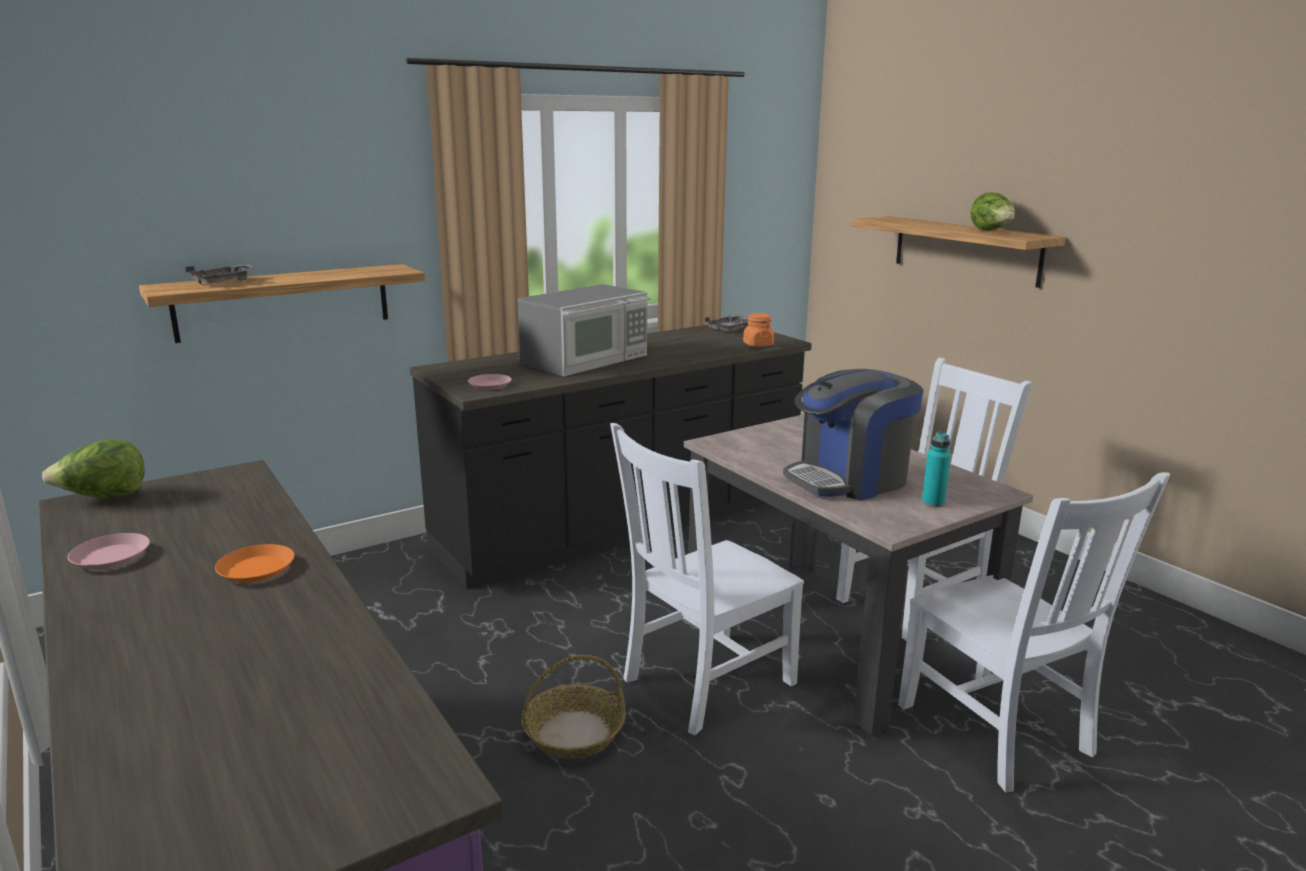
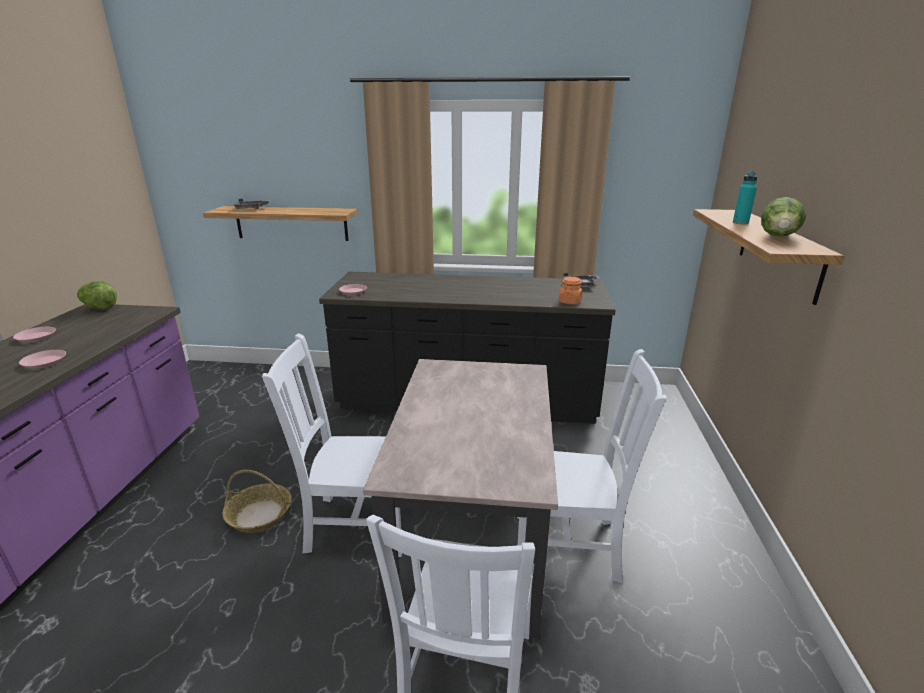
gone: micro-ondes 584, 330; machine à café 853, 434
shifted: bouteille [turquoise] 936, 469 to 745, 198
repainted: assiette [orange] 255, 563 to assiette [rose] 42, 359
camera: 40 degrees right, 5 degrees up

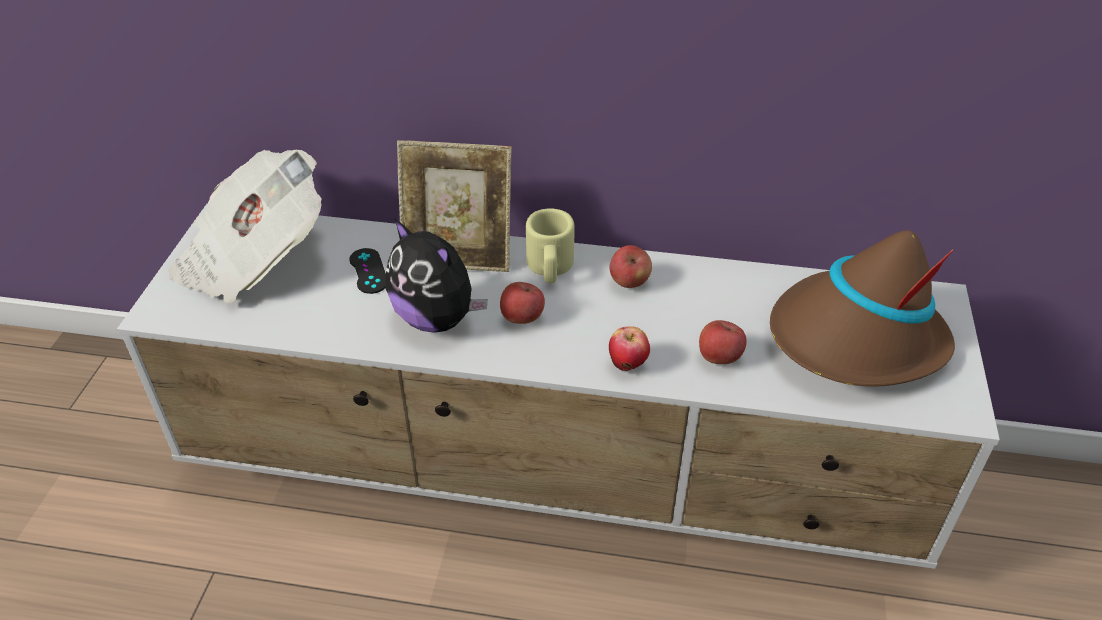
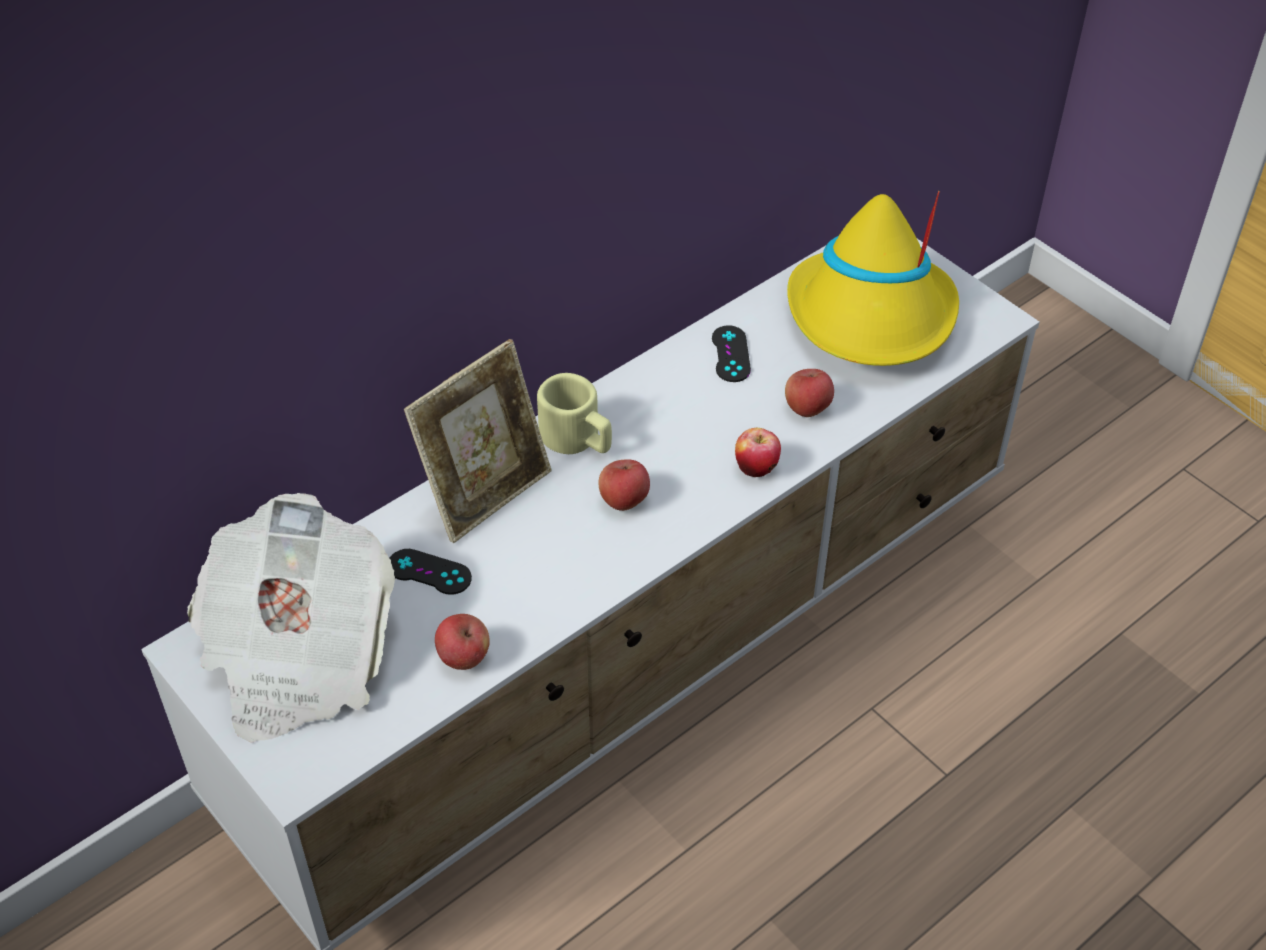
gone: peluche 436, 275
new: manette [noir] 731, 353
shifted: pomme 631, 266 to 462, 642
repainted: chapeau [marron] 862, 308 to chapeau [jaune] 873, 278
camera: 50 degrees left, 5 degrees up

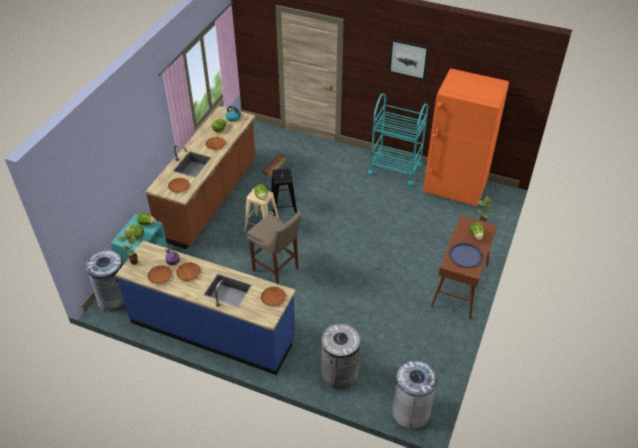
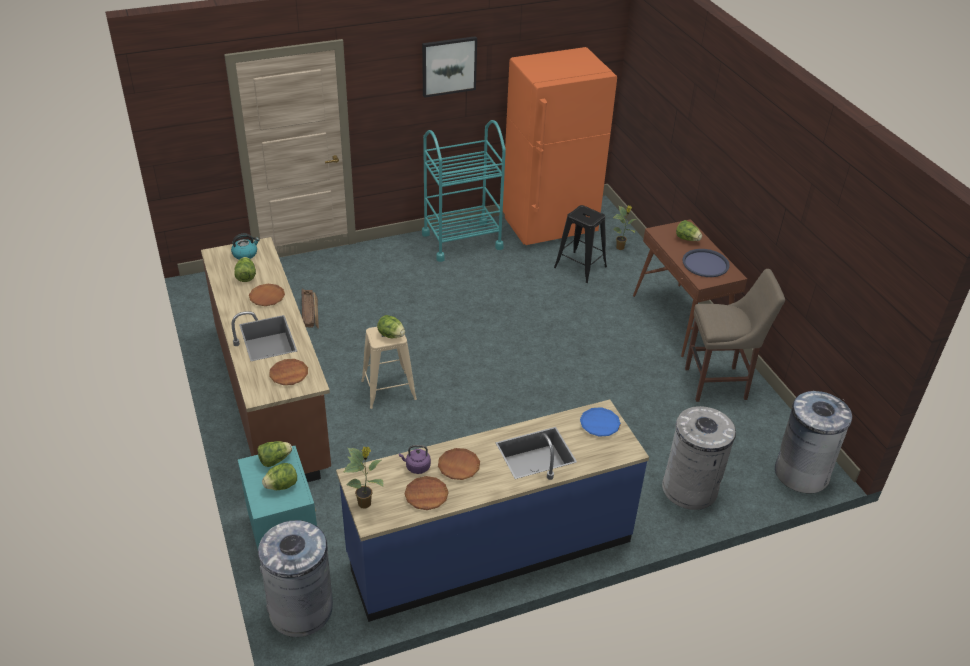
shifted: tabouret [beige] 274, 248 to 735, 335; tabouret [noir] 284, 192 to 580, 244
repainted: assiette [marron] 273, 296 to assiette [bleu] 600, 422
camera: 45 degrees left, 5 degrees down

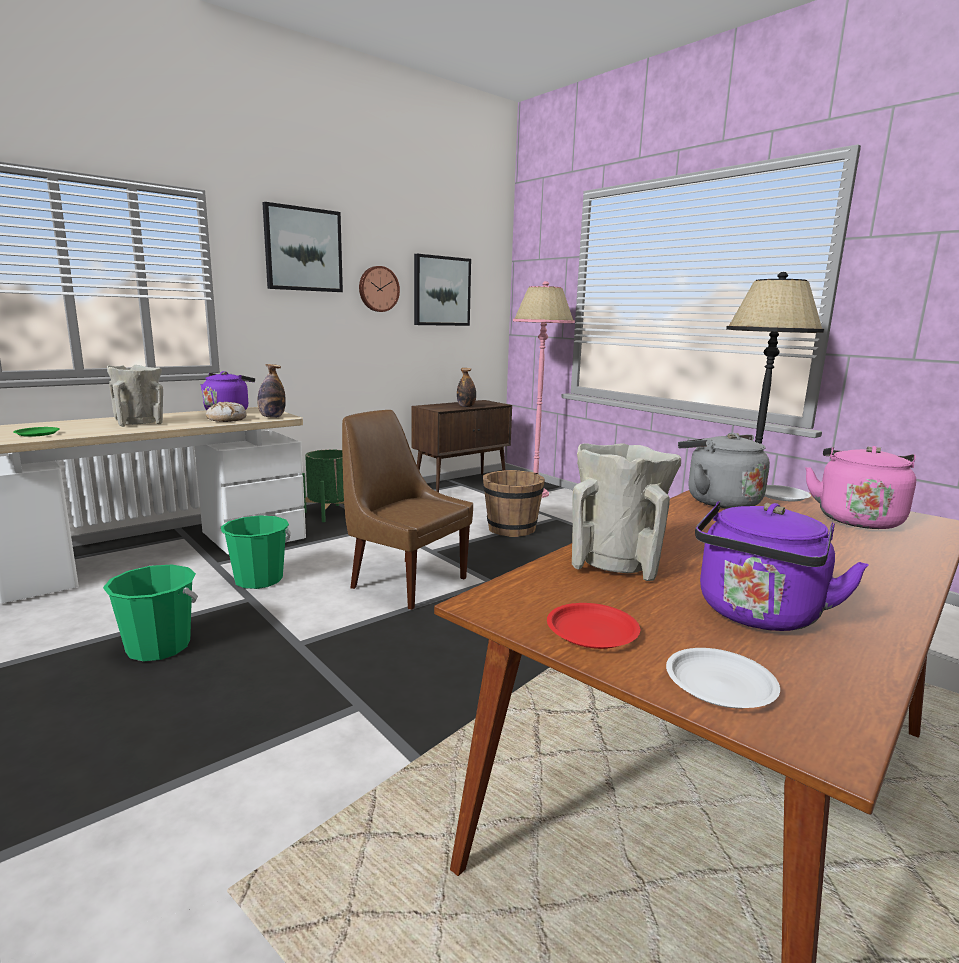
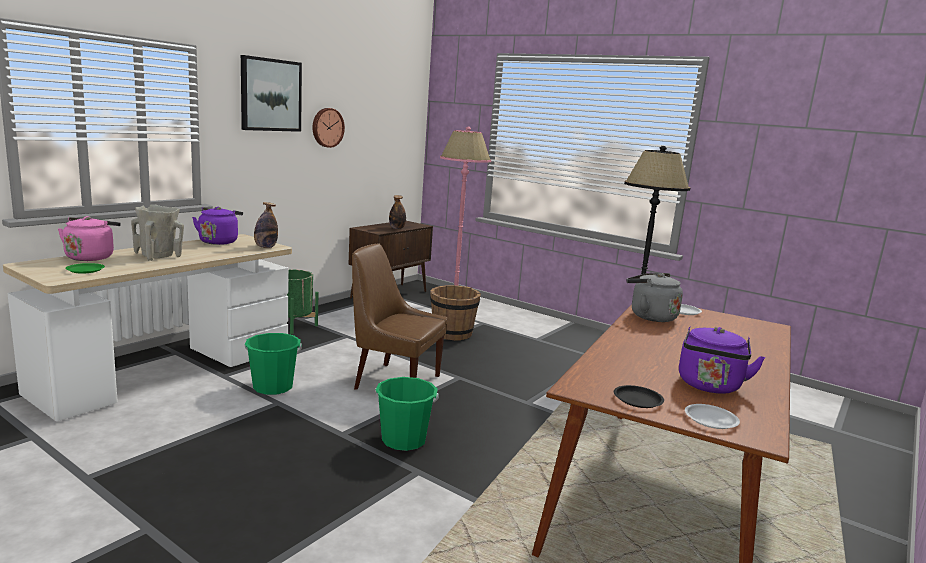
gone: pain 226, 412; tableau 442, 290; vase [beige] 626, 512
shifted: seau [vert] 150, 612 to 406, 414; bouilloire [rose] 860, 487 to 89, 238
repainted: assiette [rouge] 593, 626 to assiette [noir] 639, 396
camera: 15 degrees left, 0 degrees up

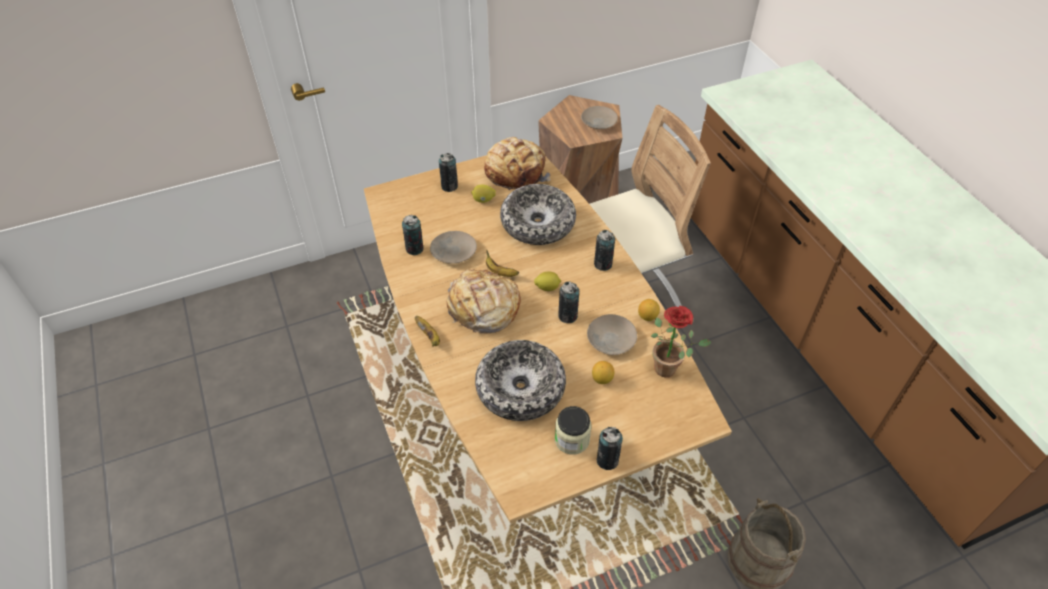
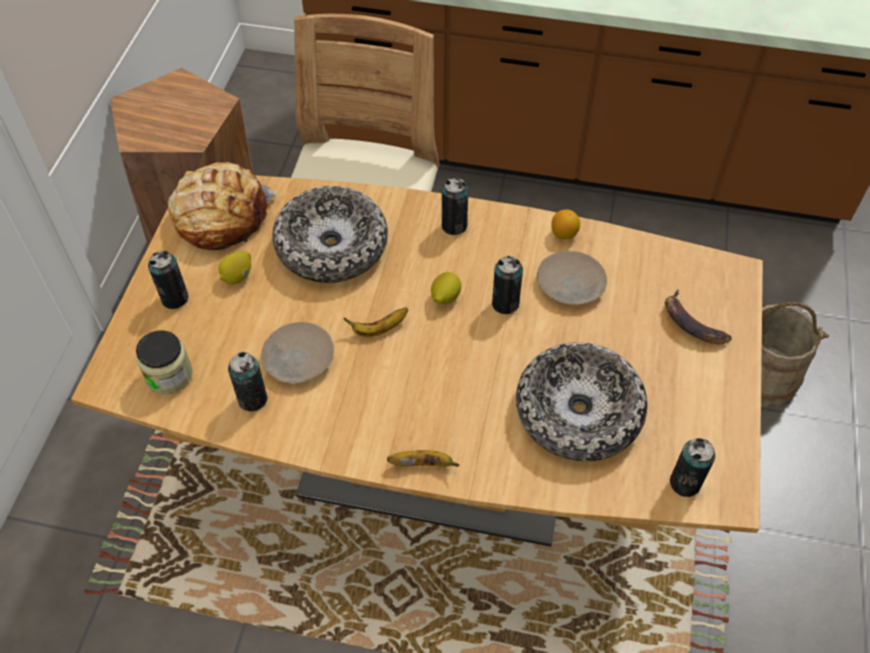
gone: pain 484, 301; assiette [beige] 599, 117; citron 603, 372; plante en pot 681, 341
new: banane 698, 317
shifted: bocal 573, 430 to 164, 362; boîte métallique 610, 448 to 692, 467
camera: 55 degrees left, 5 degrees up

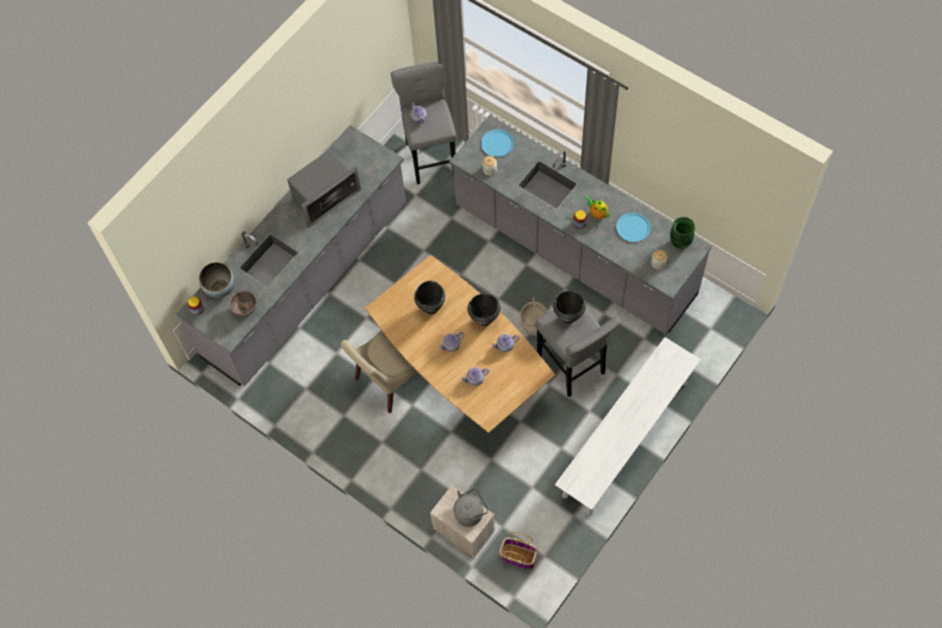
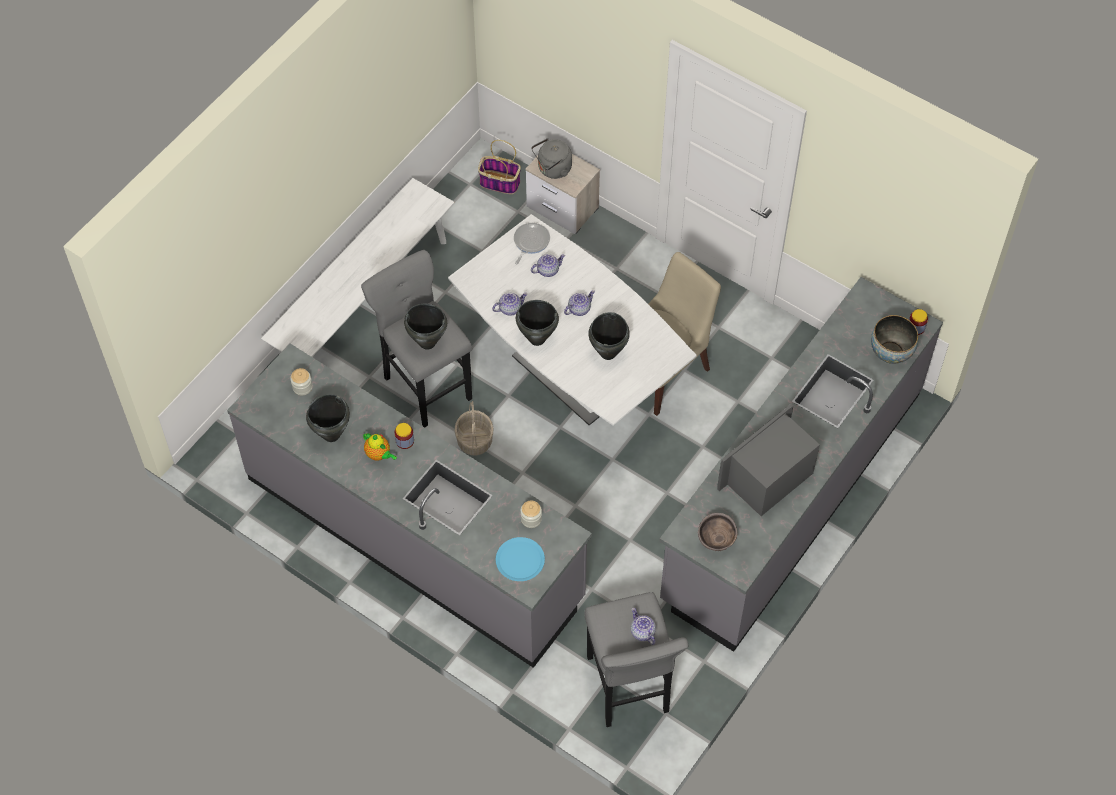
gone: vase [vert] 682, 233
new: poêle 532, 243
shifted: bol [marron] 243, 304 to 718, 532
swapped: assiette [bleu] 633, 227 to marmite [noir] 328, 418
repainted: table à manger [marron] 460, 344 to table à manger [blanc] 572, 320
camera: 175 degrees right, 5 degrees down

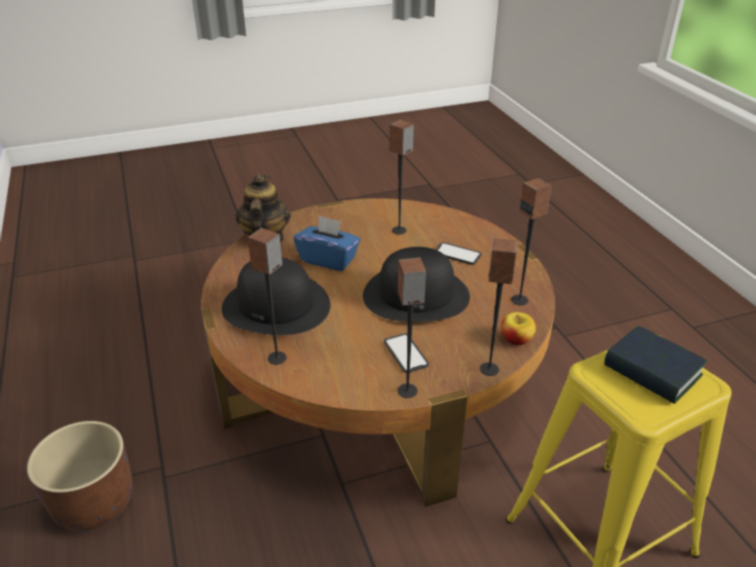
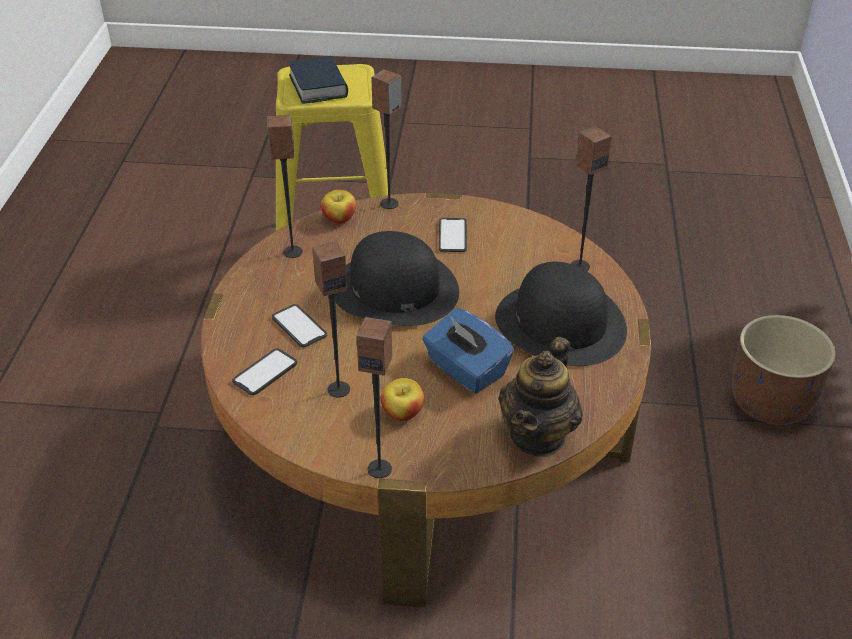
new: téléphone 265, 371; pomme 402, 399
shifted: enceinte 412, 327 to 374, 397
camera: 155 degrees left, 5 degrees up

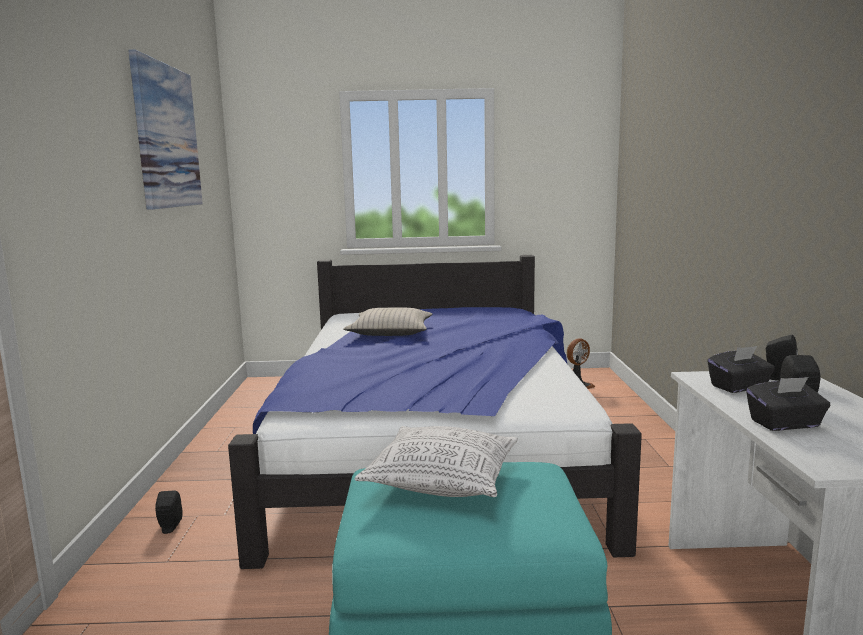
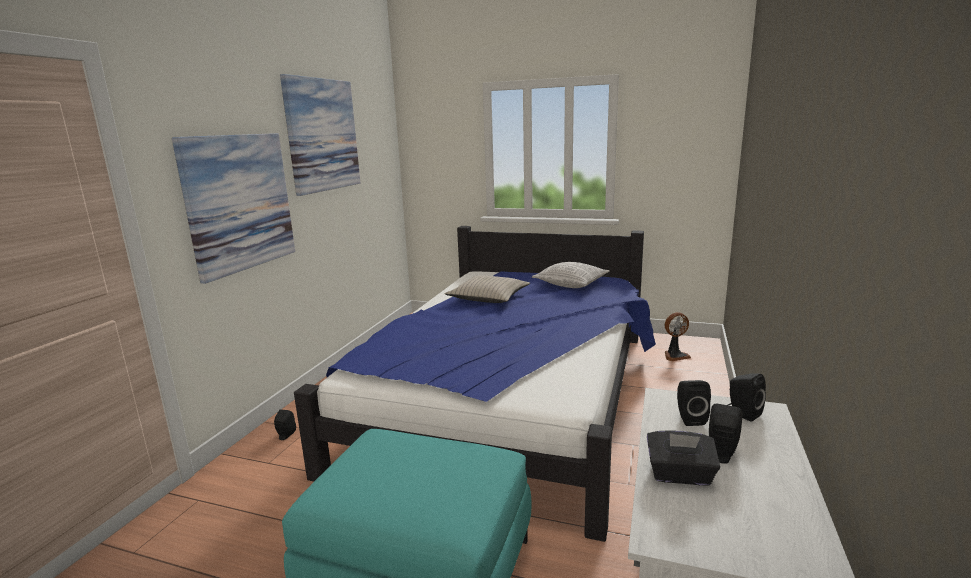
new: tableau 233, 208
shifted: coussin 436, 461 to 571, 275
swapped: boîte à mouchoirs [noir] 741, 369 to enceinte [noir] 694, 403
camera: 20 degrees right, 5 degrees up

